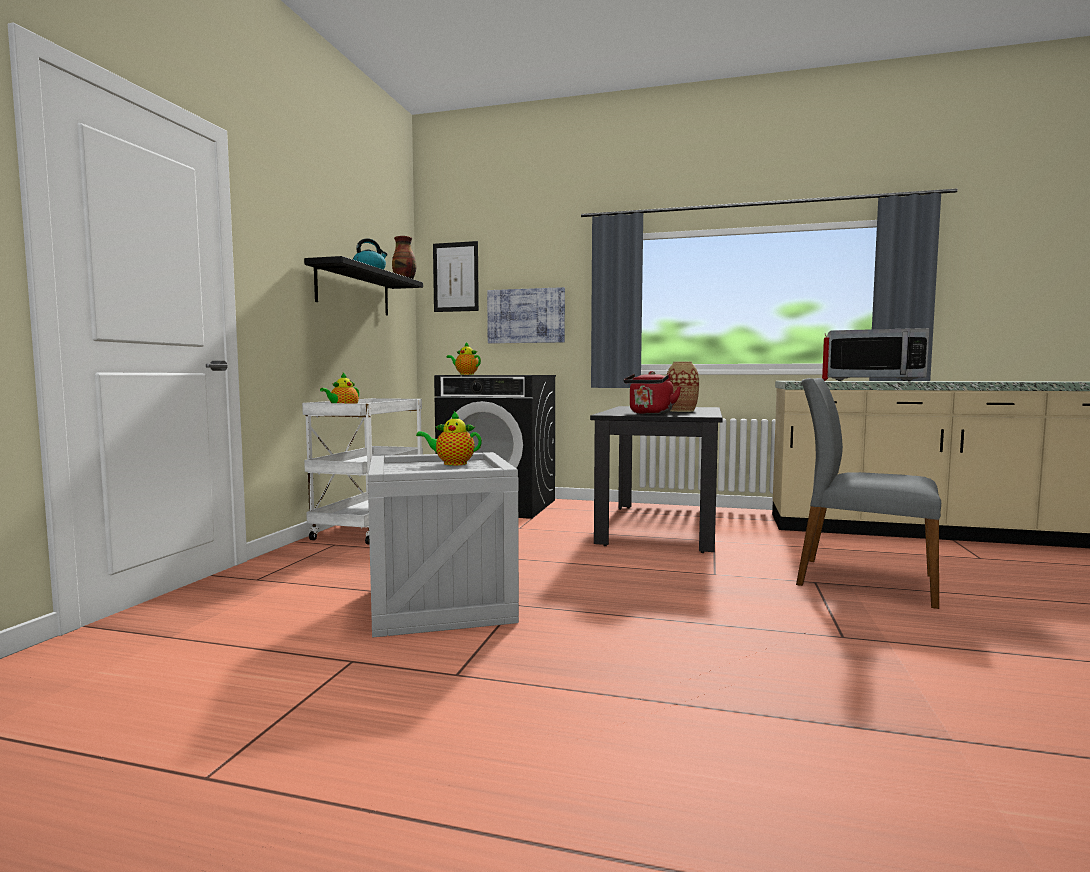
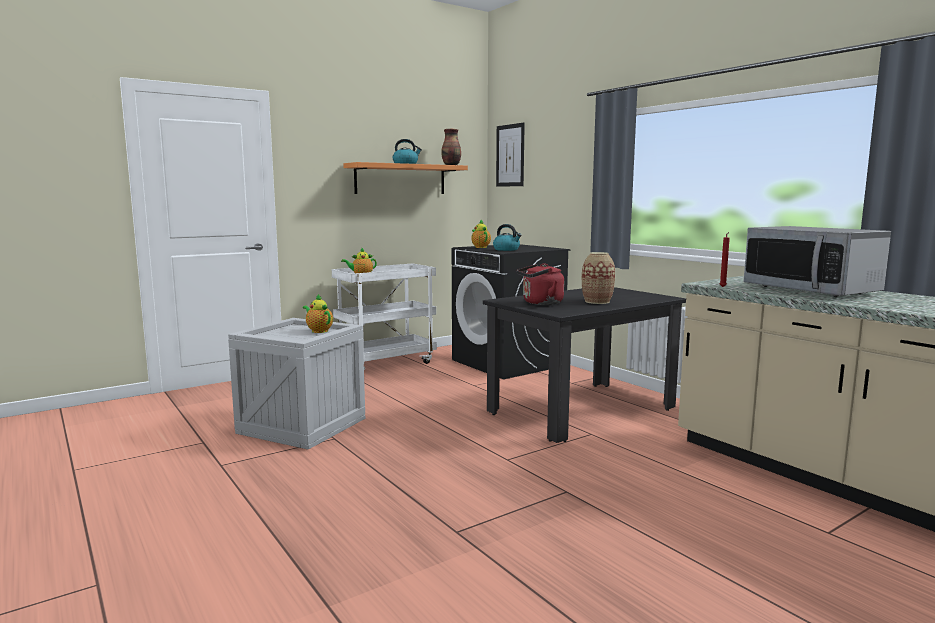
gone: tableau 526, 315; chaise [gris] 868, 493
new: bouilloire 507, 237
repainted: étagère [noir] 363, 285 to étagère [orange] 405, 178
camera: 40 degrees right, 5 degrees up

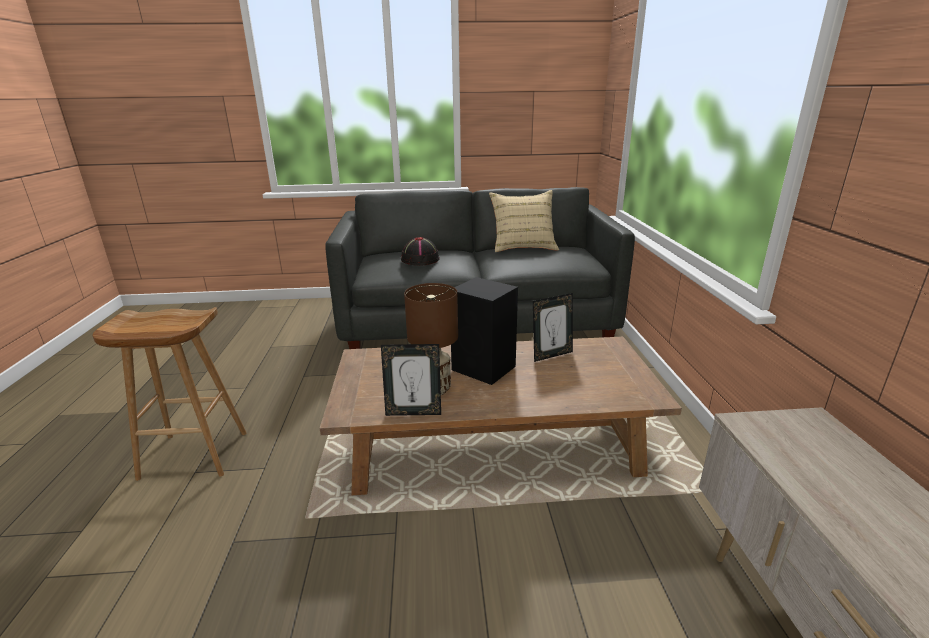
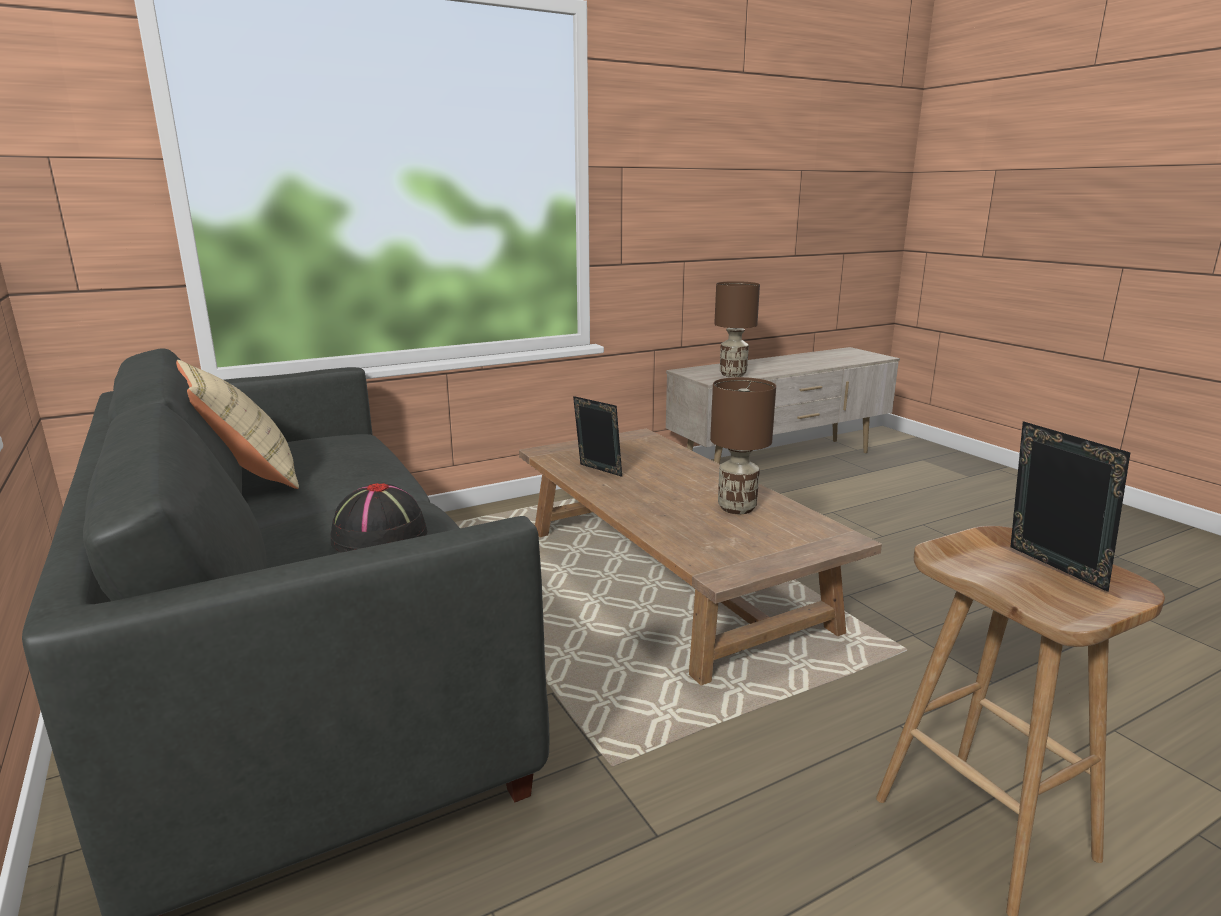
gone: enceinte [noir] 484, 331
new: lampe de table [marron] 737, 329
shifted: cadre photo 411, 380 to 1071, 506
camera: 115 degrees left, 5 degrees down

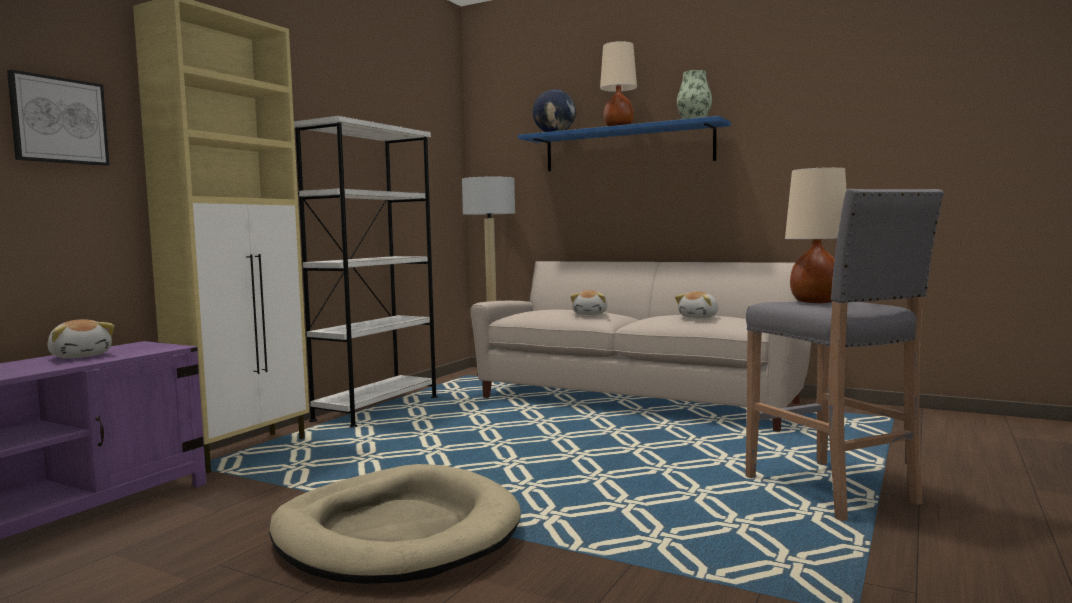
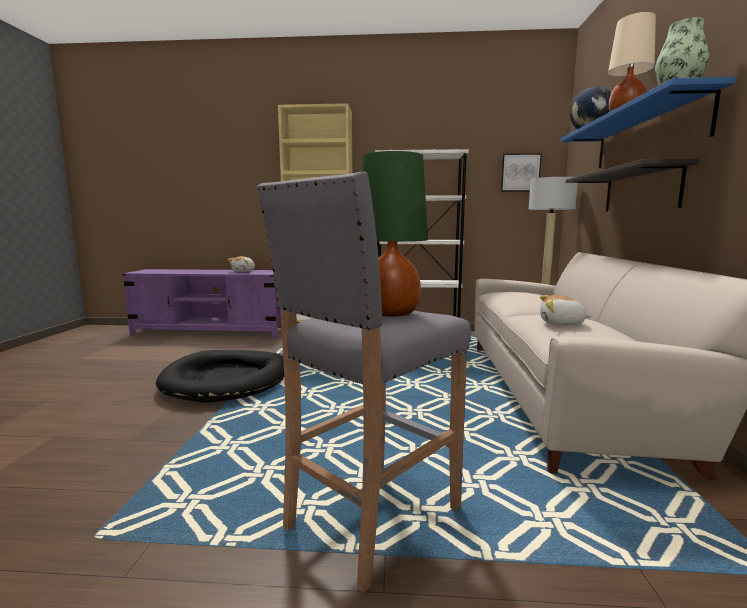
gone: peluche 588, 302
new: étagère 632, 185
shifted: tableau 58, 118 to 521, 172
repainted: panier pour chien [beige] 395, 524 to panier pour chien [noir] 220, 376; lampe de table [beige] 816, 235 to lampe de table [vert] 395, 234
camera: 65 degrees right, 5 degrees up

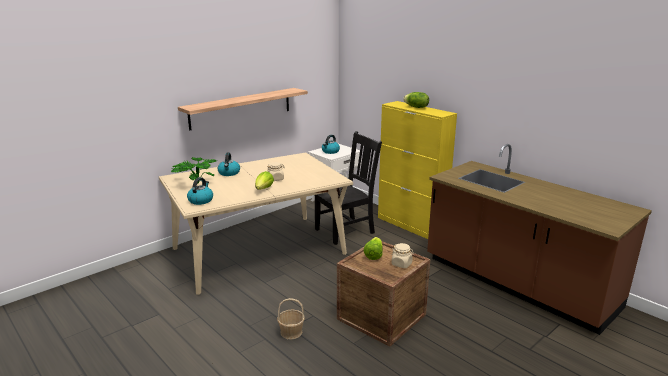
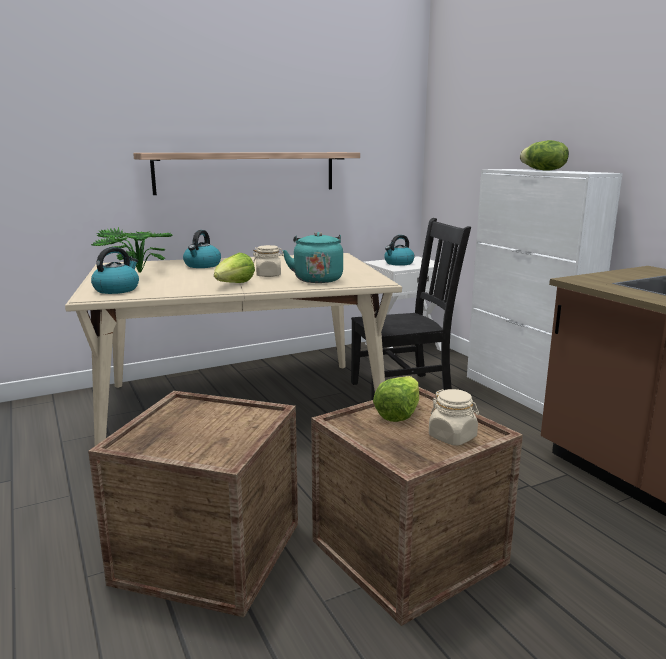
new: bouilloire [turquoise] 313, 257
swapped: panier 291, 319 to caisse 193, 504
repainted: meuble de rangement [jaune] 417, 170 to meuble de rangement [blanc] 545, 291
camera: 15 degrees right, 5 degrees down

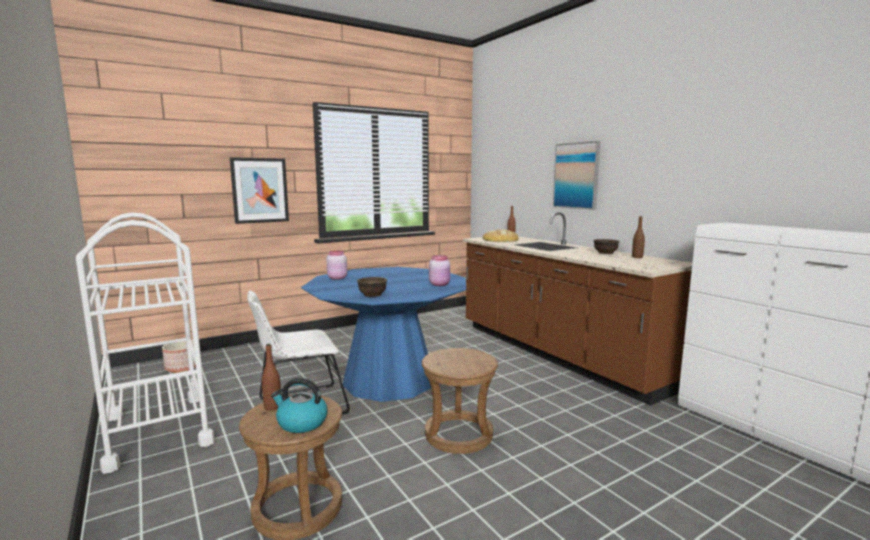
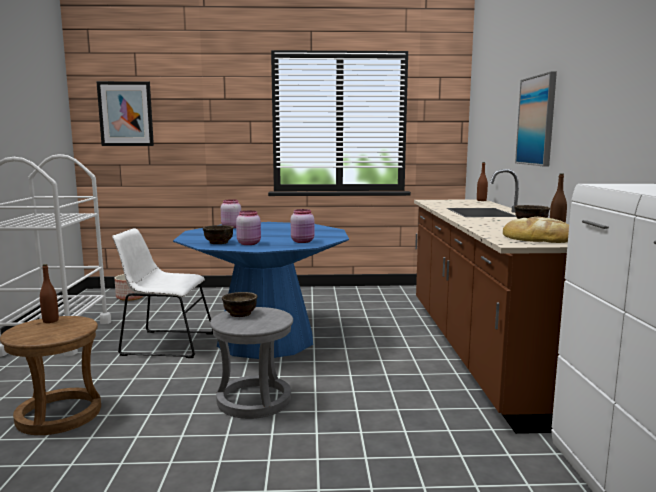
gone: bouilloire 299, 405
new: bol [marron] 239, 304; bocal [rose] 248, 228
shifted: tableau 259, 190 to 125, 113; pain 500, 235 to 536, 230
repainted: tabouret [marron] 460, 401 to tabouret [gris] 251, 363
camera: 30 degrees right, 0 degrees up

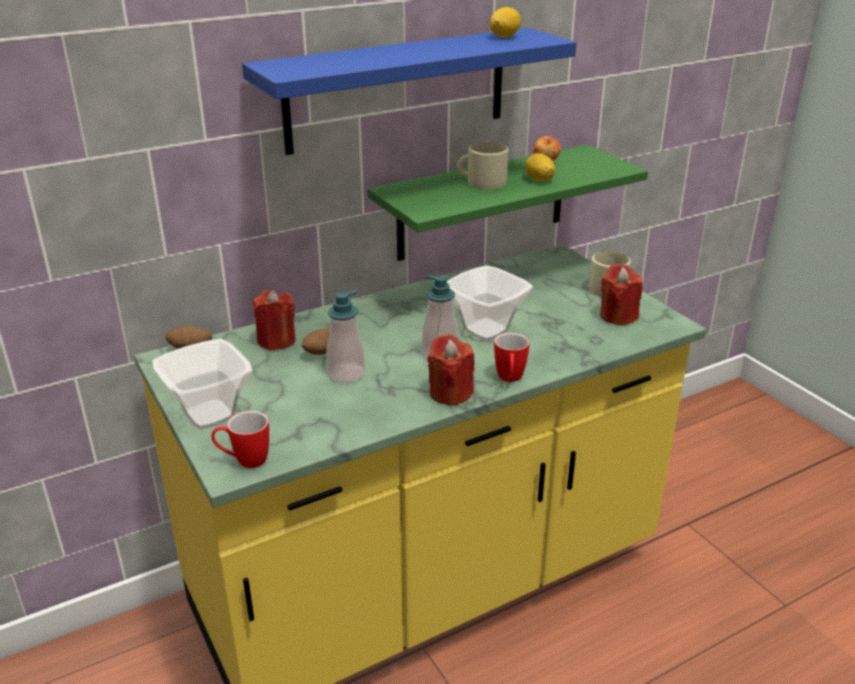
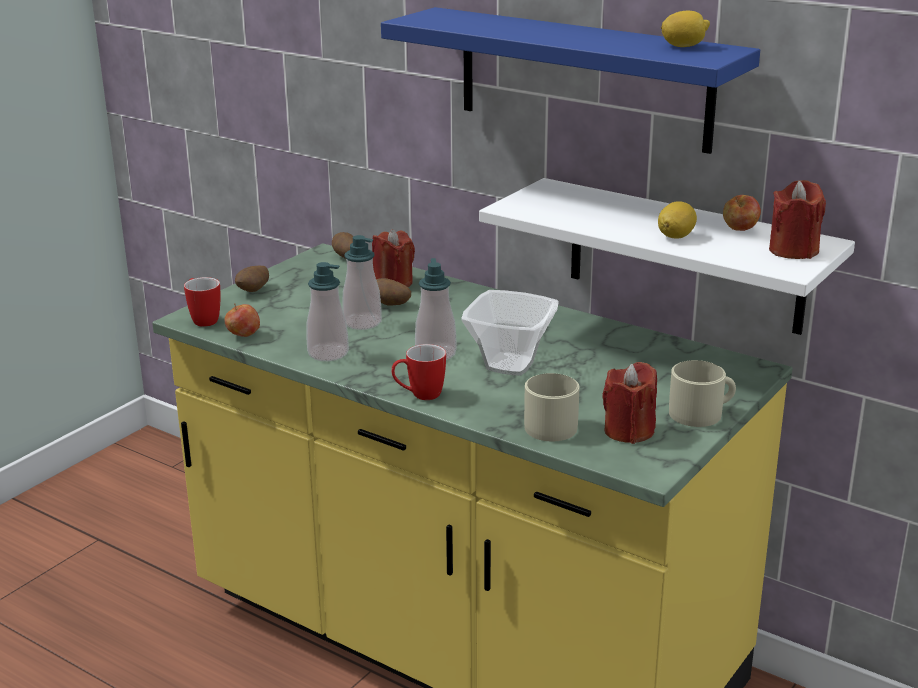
new: pomme 242, 320; distributeur de savon 327, 311
shifted: bougie [rouge] 451, 369 to 797, 219; mug [beige] 482, 165 to 551, 407
swapped: bol 202, 384 to pomme de terre 252, 279
repainted: étagère [vert] 507, 203 to étagère [blanc] 667, 256
camera: 65 degrees right, 5 degrees down

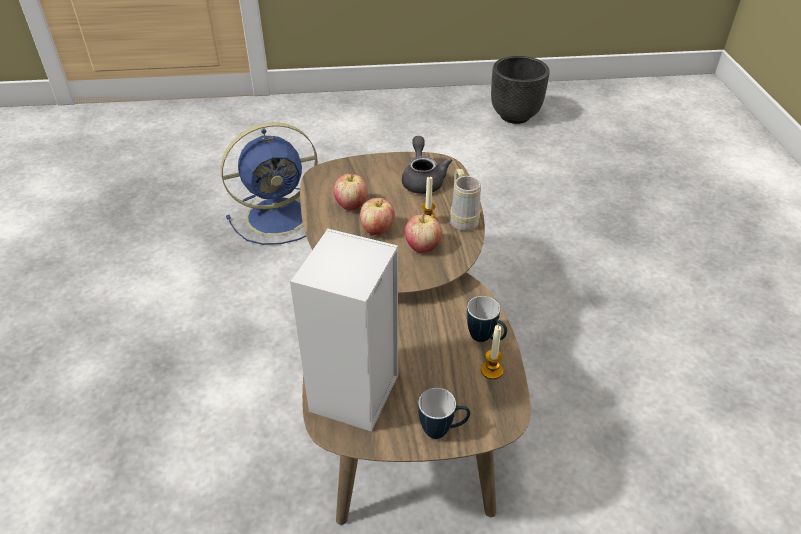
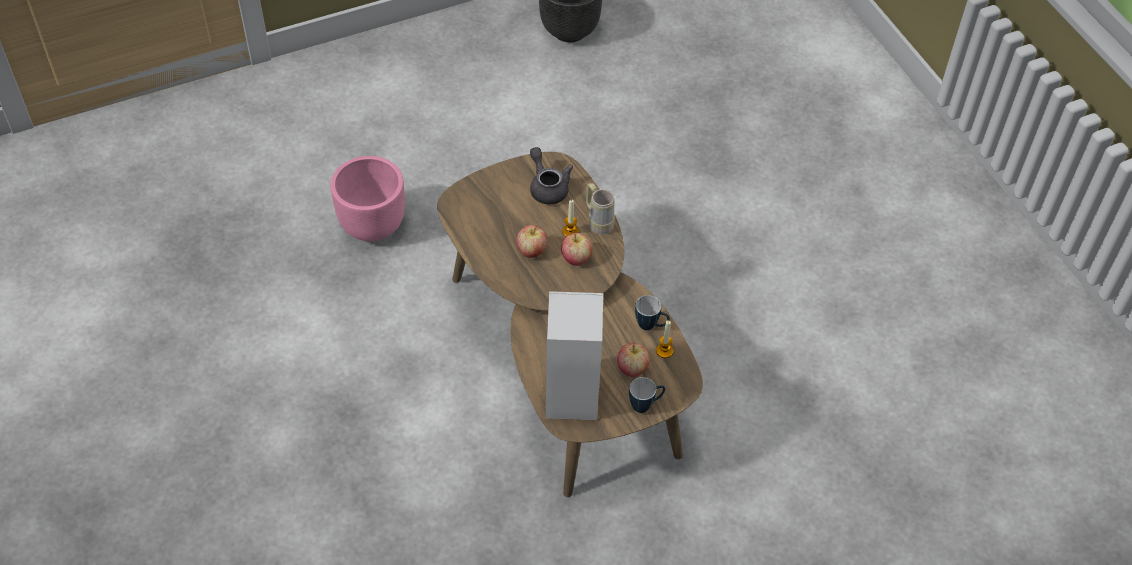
shifted: pomme 351, 191 to 633, 360
swapped: ventilateur [bleu] 269, 183 to cache-pot [rose] 367, 198
camera: 20 degrees left, 10 degrees up

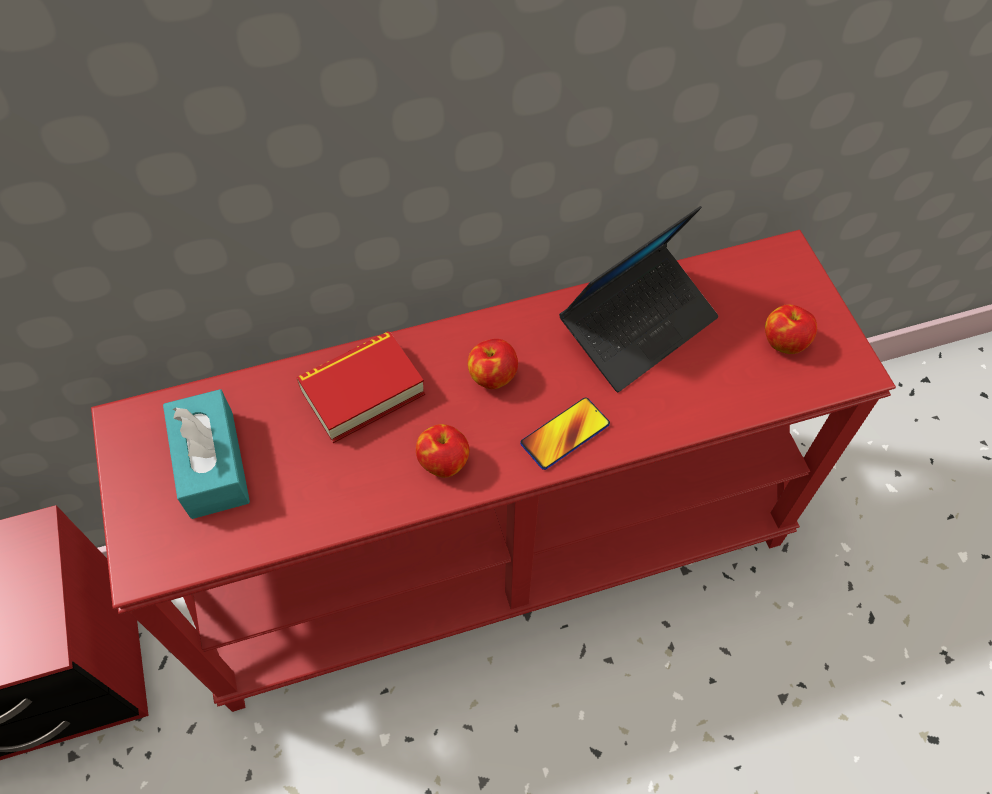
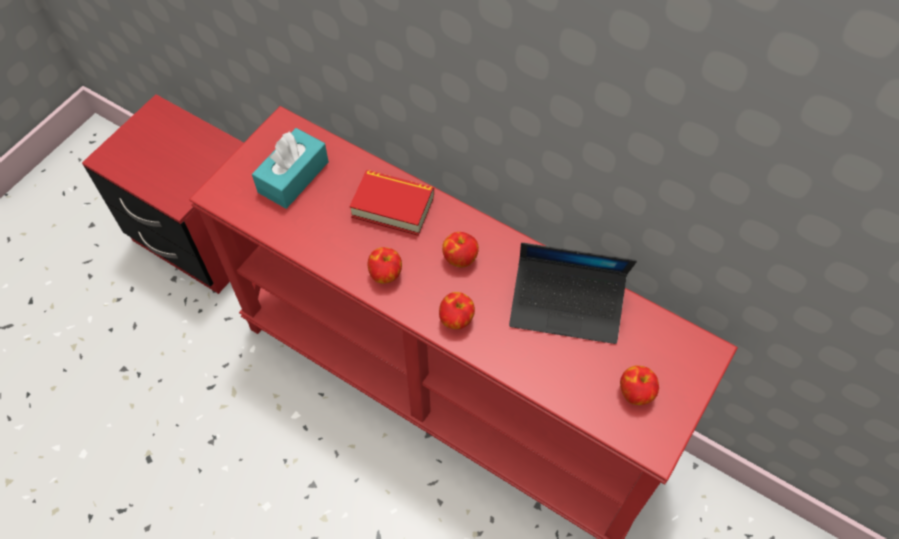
swapped: téléphone 565, 434 to pomme 457, 310
camera: 50 degrees right, 0 degrees up

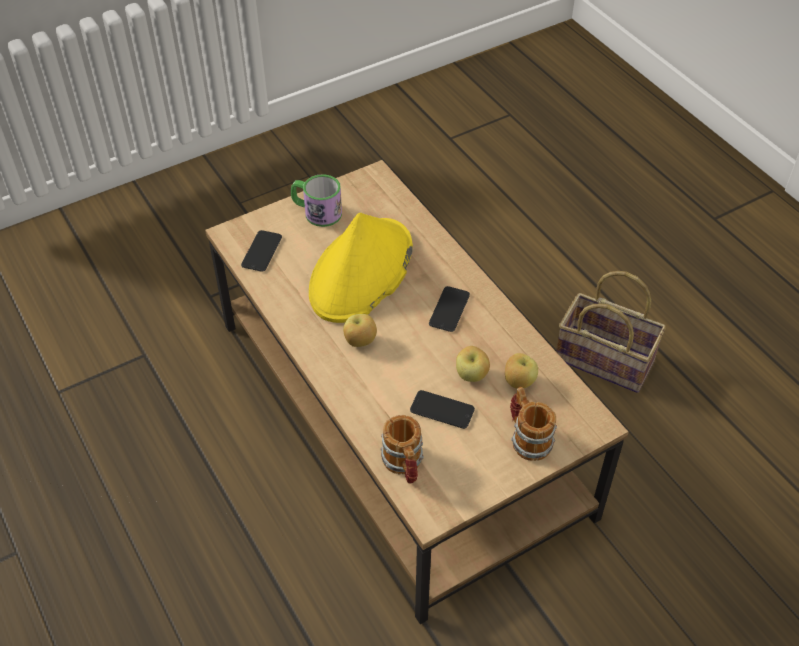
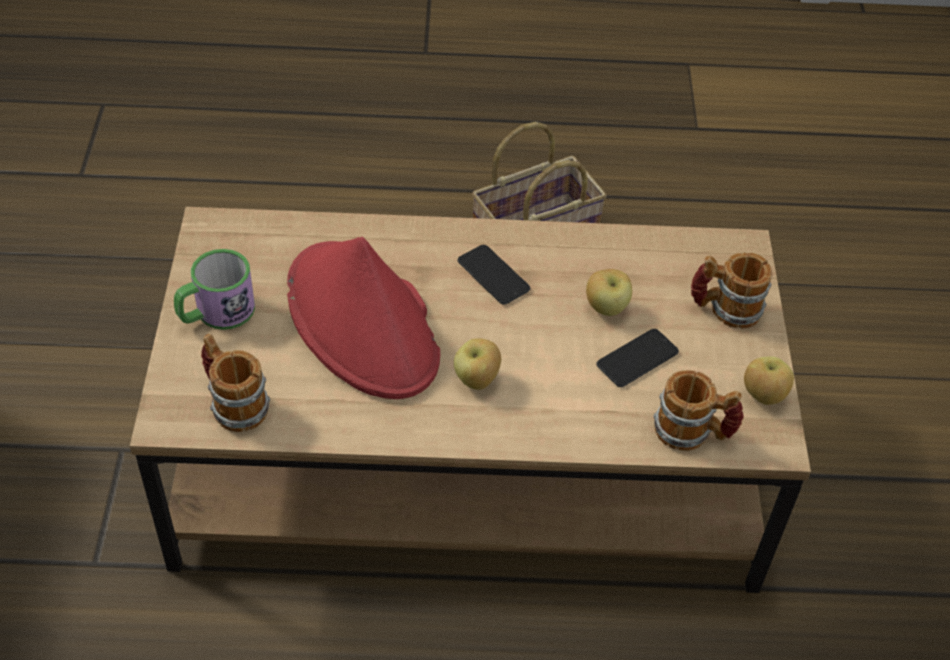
shifted: pomme 521, 370 to 769, 380
swapped: téléphone 261, 251 to mug 235, 383
repainted: chapeau [jaune] 361, 268 to chapeau [rouge] 363, 317
camera: 60 degrees left, 0 degrees up

